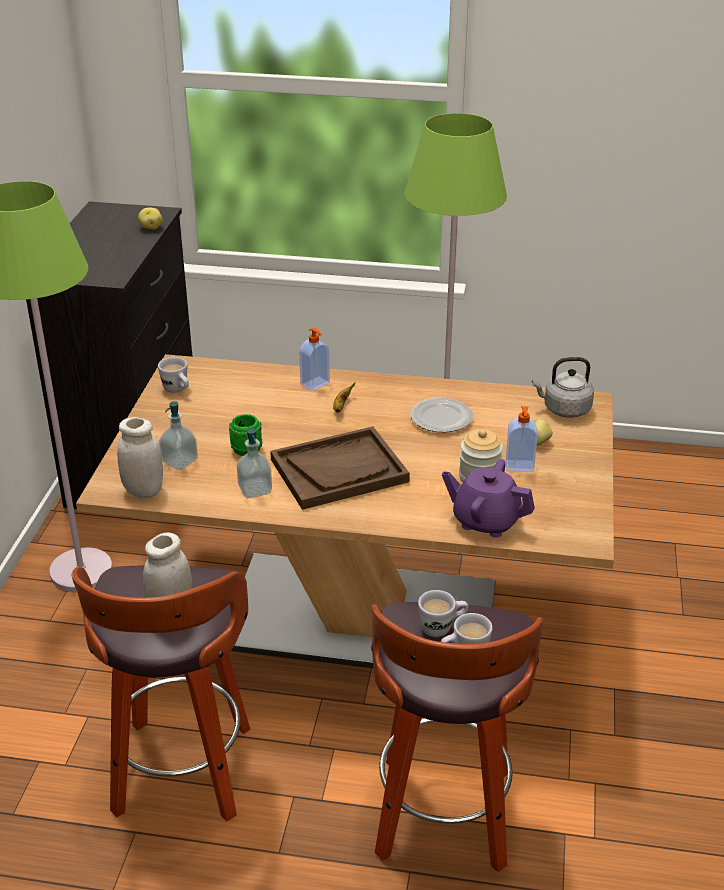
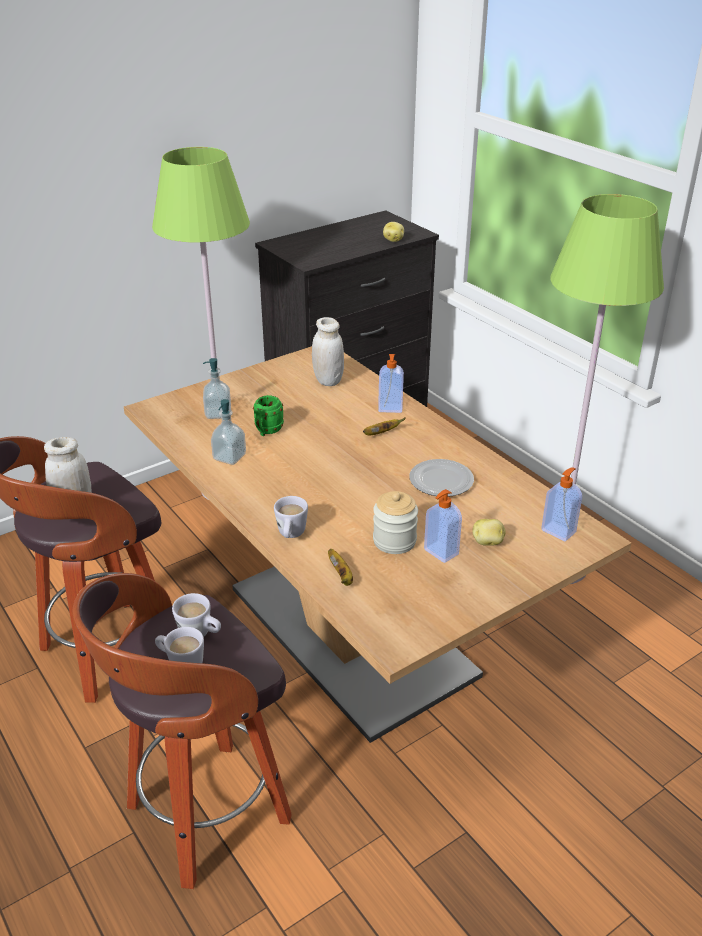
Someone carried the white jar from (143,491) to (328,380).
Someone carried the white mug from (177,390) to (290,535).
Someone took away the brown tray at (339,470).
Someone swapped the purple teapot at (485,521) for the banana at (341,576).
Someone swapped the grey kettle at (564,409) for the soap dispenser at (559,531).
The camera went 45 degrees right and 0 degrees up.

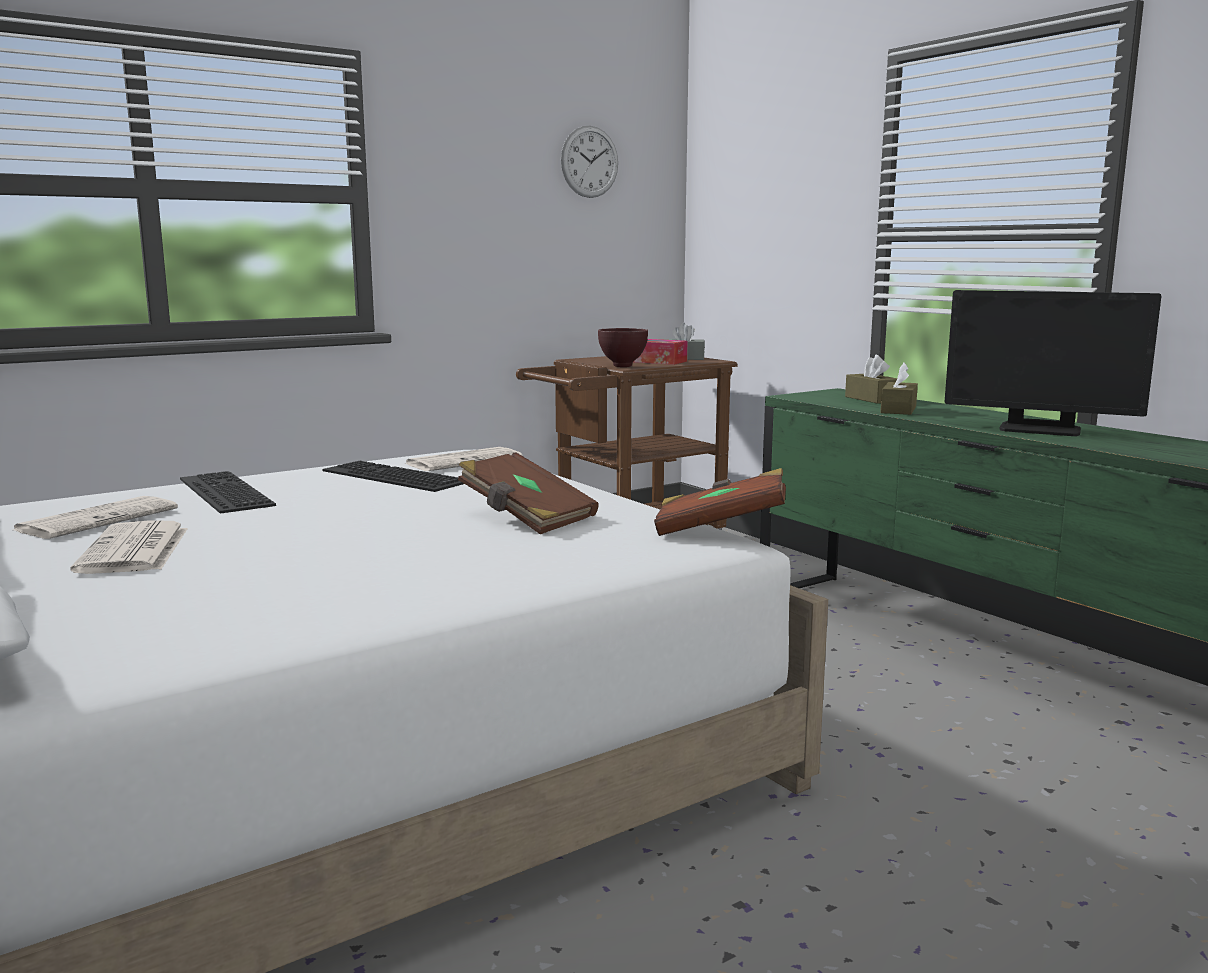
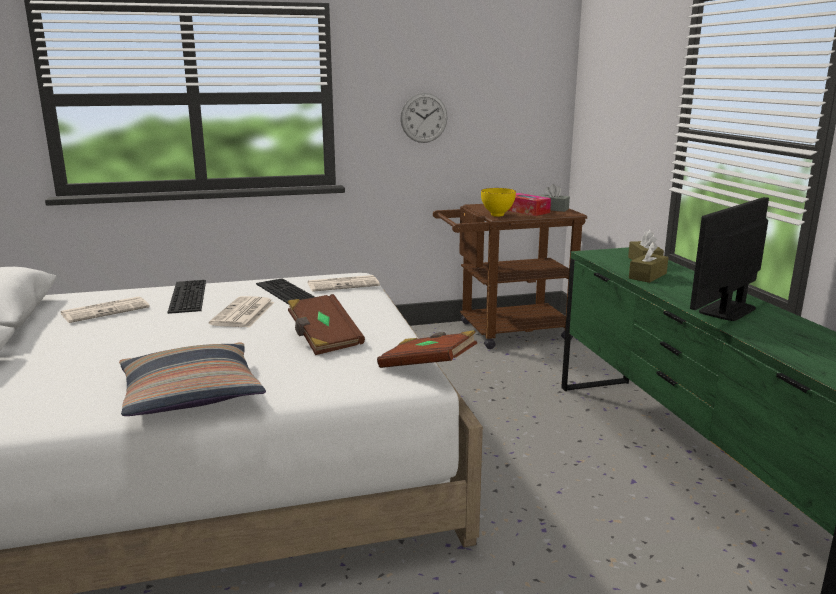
Someone carried the newspaper from (135,550) to (243,313).
Someone carried the wall clock from (589,162) to (424,118).
Someone repainted the brown bowl at (622,366), which became the yellow bowl at (497,215).
Someone rotated the monitor at (1040,430) by 90 degrees clockwise.
Someone put down the pillow at (191,394).
The camera went 20 degrees right and 5 degrees up.

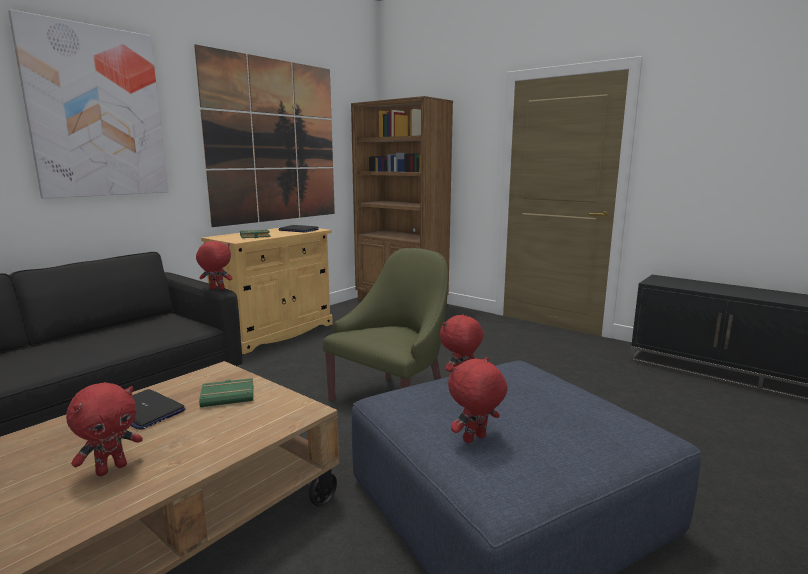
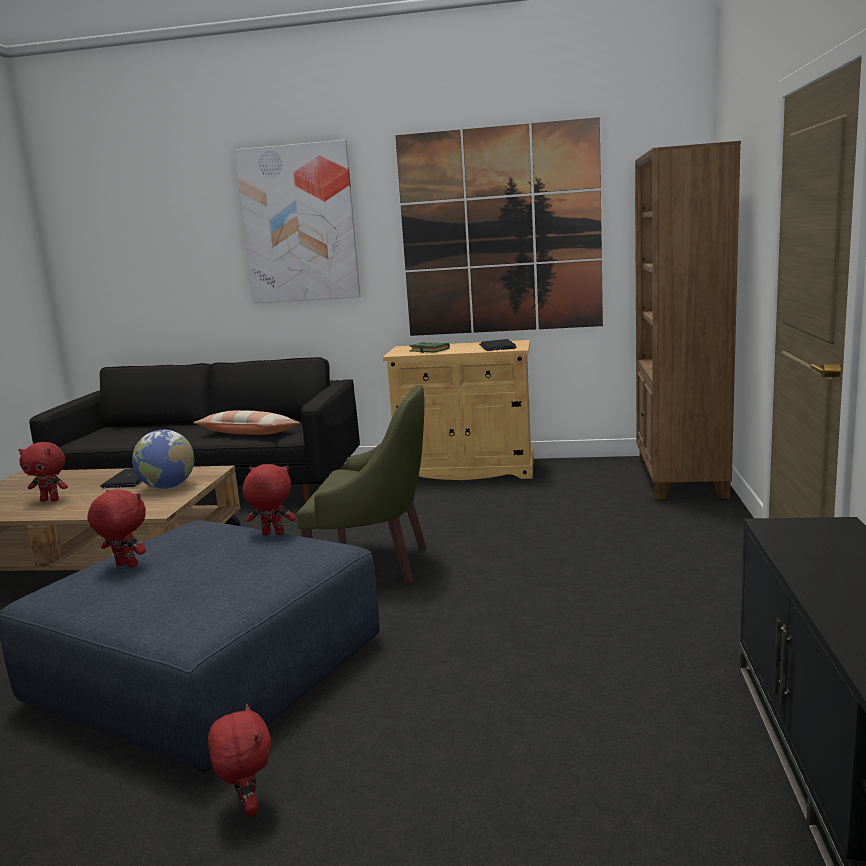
Someone carried the red plush toy from (216,289) to (247,807).
Someone swapped the green book at (229,396) for the globe at (168,487).
Someone put down the pillow at (248,434).
The camera went 60 degrees right and 0 degrees up.

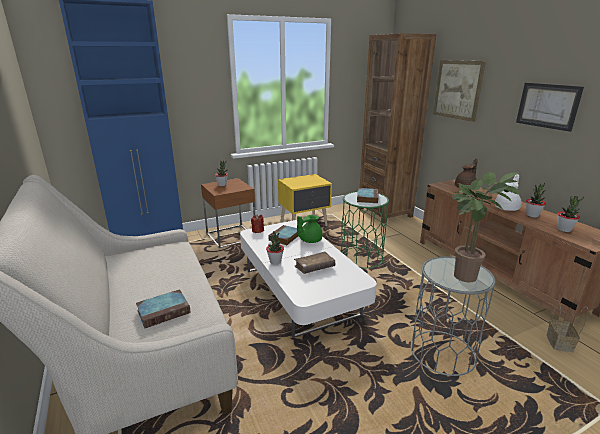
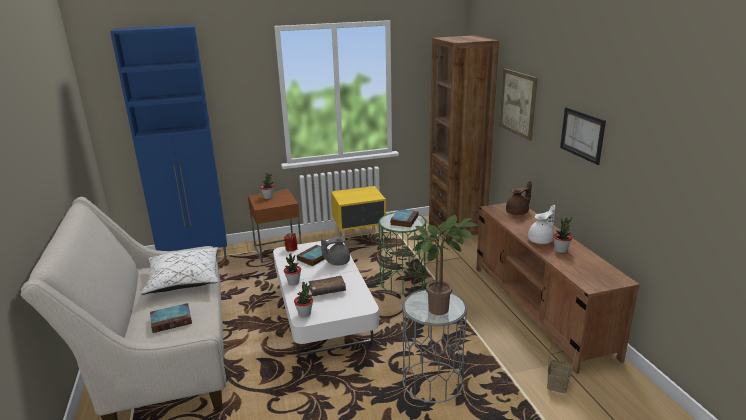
Someone repainted the green teapot at (309,240), which became the grey teapot at (337,262).
Someone carried the potted plant from (564,229) to (304,314).
Someone put down the white pillow at (184,280).
The camera went 10 degrees right and 0 degrees up.

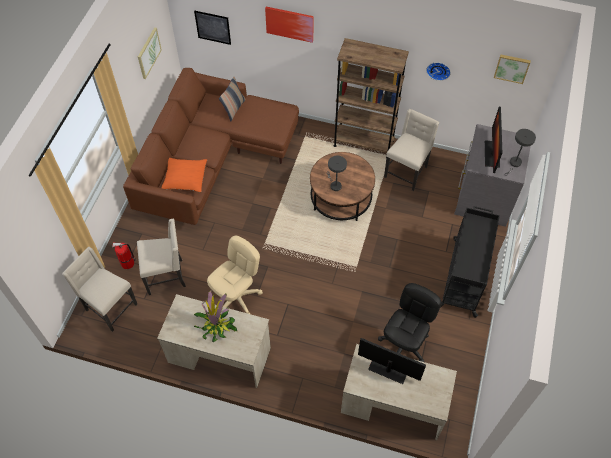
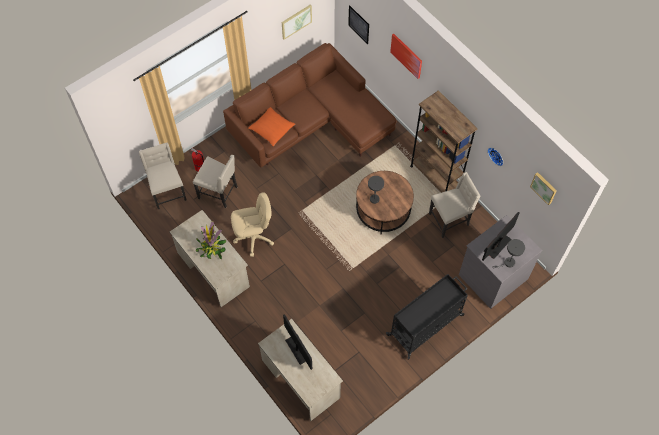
Someone took away the pillow at (234,109).
Someone took away the black office chair at (404,344).
The camera went 35 degrees right and 5 degrees up.

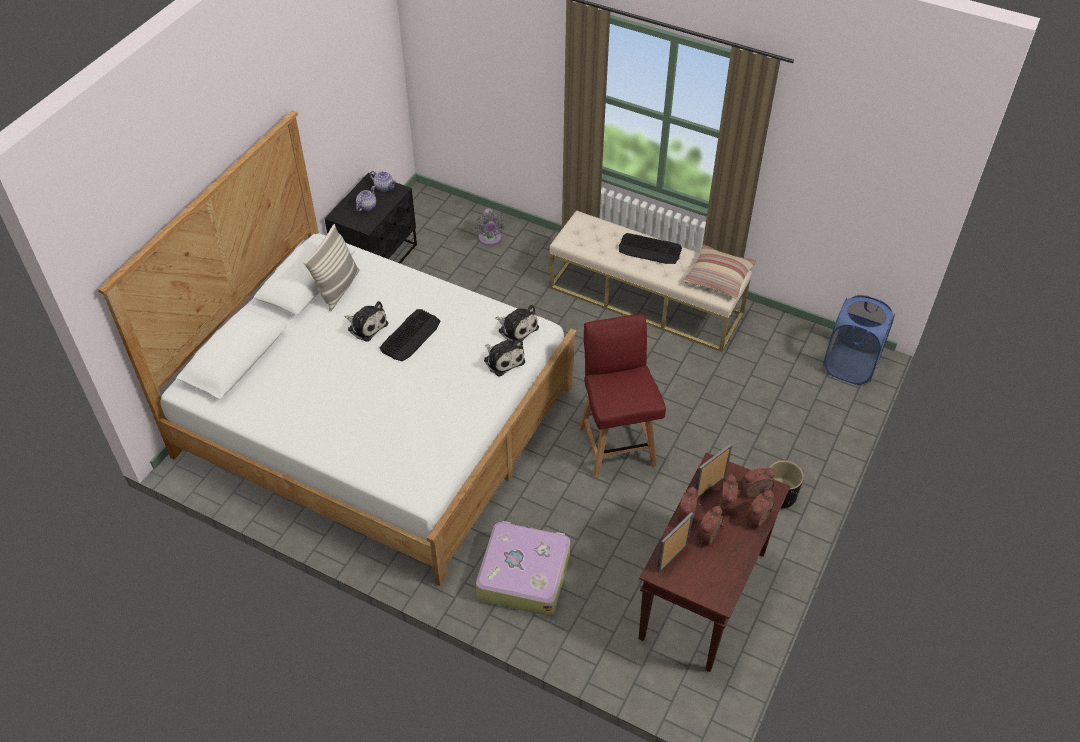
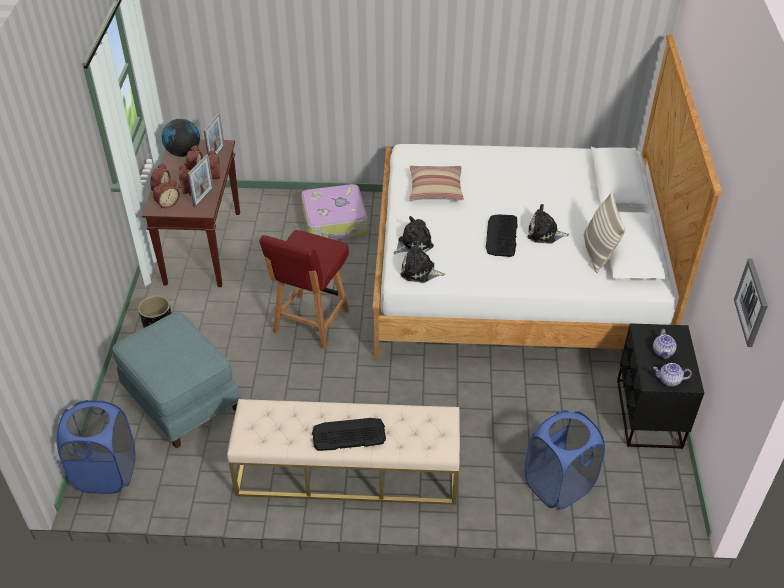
Someone swapped the grey fan at (490,239) for the blue laundry basket at (558,485).
Someone rotated the plush toy at (503,360) by 120 degrees clockwise.
Someone rotated the red chair at (616,444) by 60 degrees clockwise.
Someone carried the pillow from (718,277) to (435,189).
Someone put down the blue ottoman at (180,400).
Someone put down the globe at (183,153).
Someone put up the picture at (752,302).
The camera went 155 degrees right and 5 degrees down.

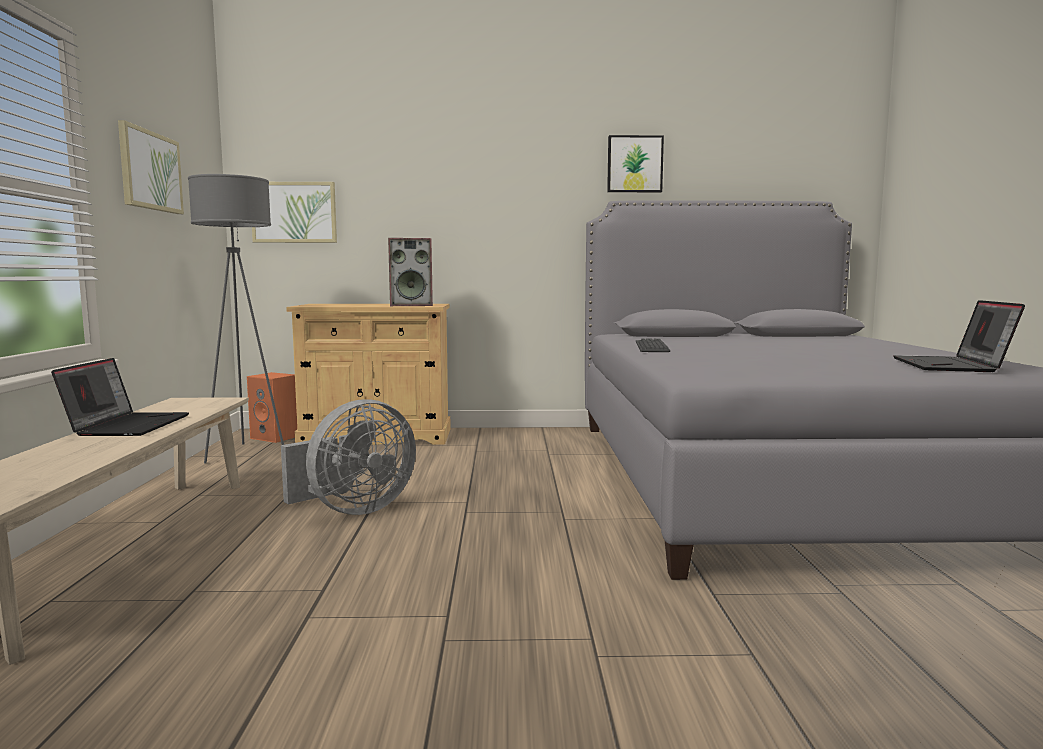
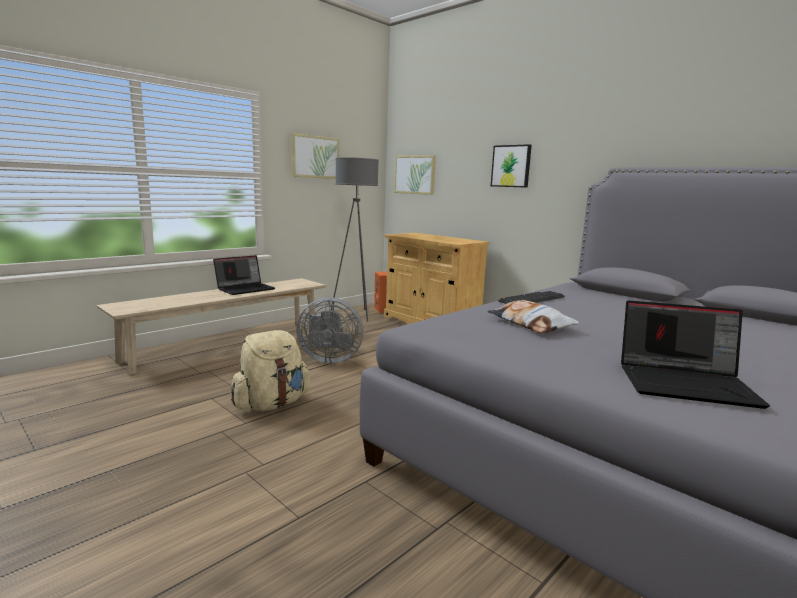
Someone took away the speaker at (411,305).
Someone carried the picture from (634,164) to (511,166).
Someone rotated the laptop at (952,366) by 135 degrees counterclockwise.
Someone put down the beige backpack at (271,404).
Someone put down the pillow at (530,324).
The camera went 45 degrees right and 5 degrees up.

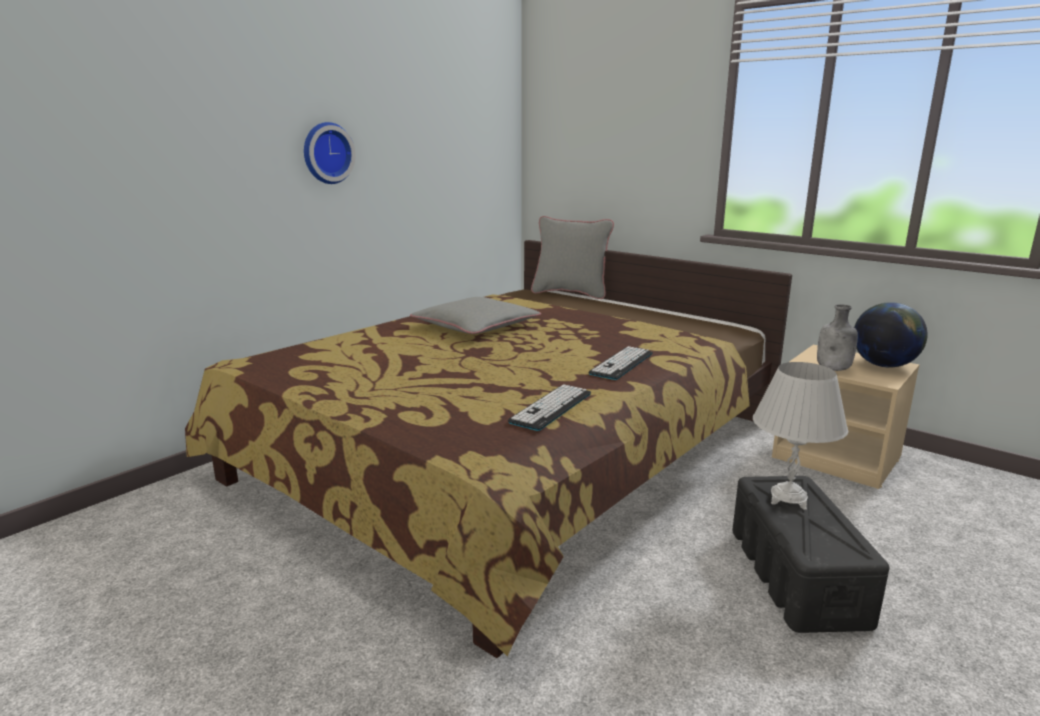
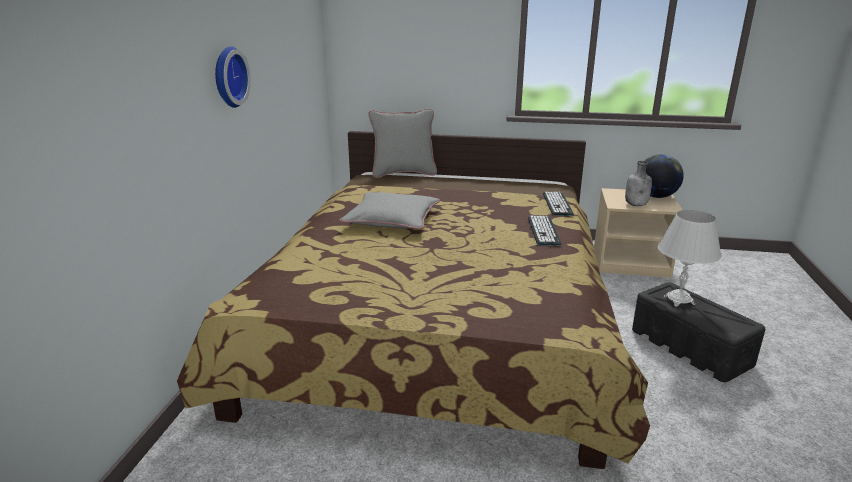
Someone carried the keyboard from (551,408) to (557,204).
The camera went 30 degrees left and 5 degrees up.

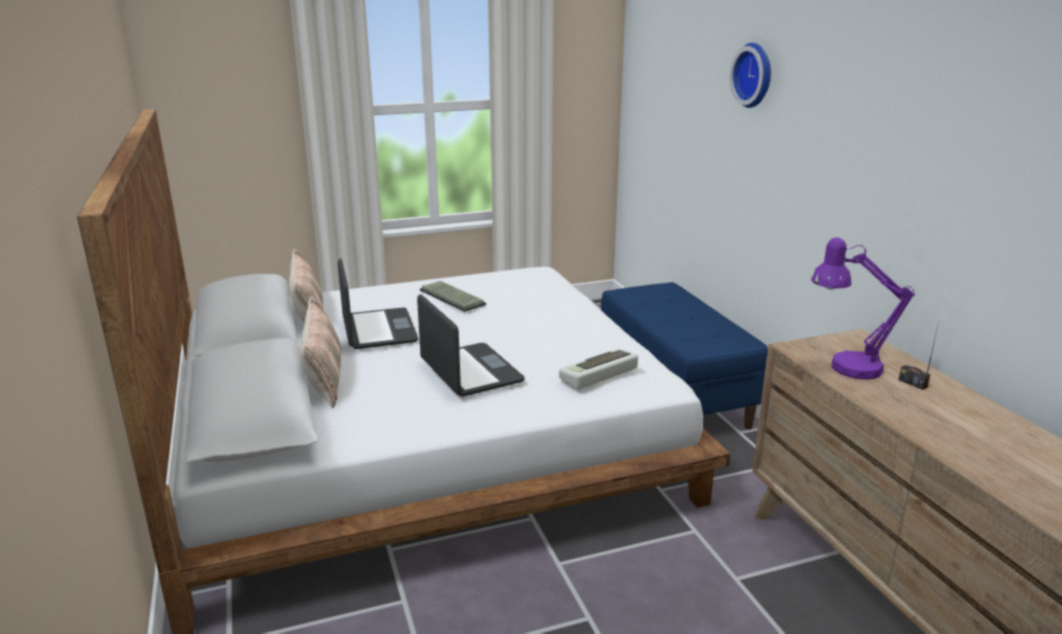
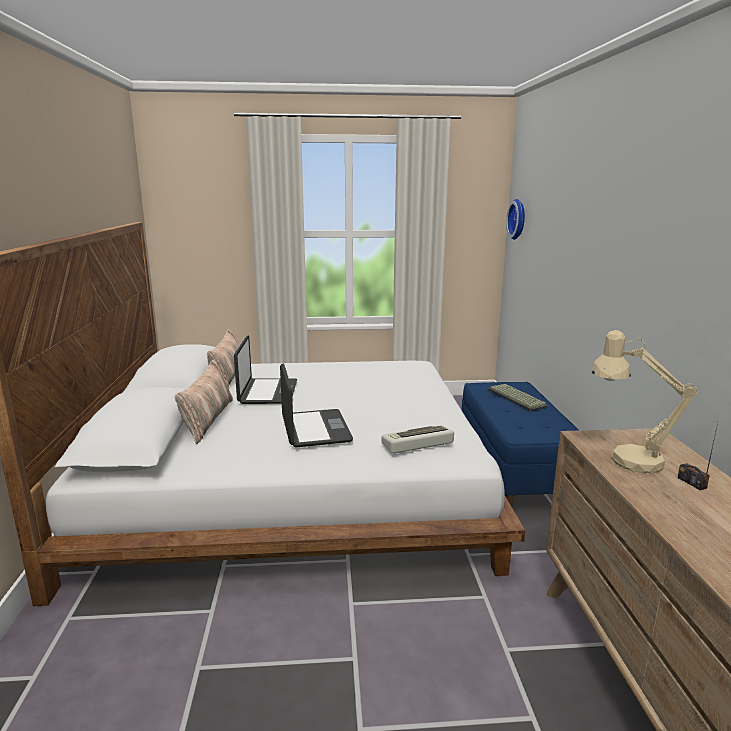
Someone carried the keyboard from (450,297) to (515,398).
Someone carried the wall clock from (755,75) to (519,219).
Someone repainted the purple table lamp at (844,367), which became the beige table lamp at (625,459).
The camera went 15 degrees right and 5 degrees down.

